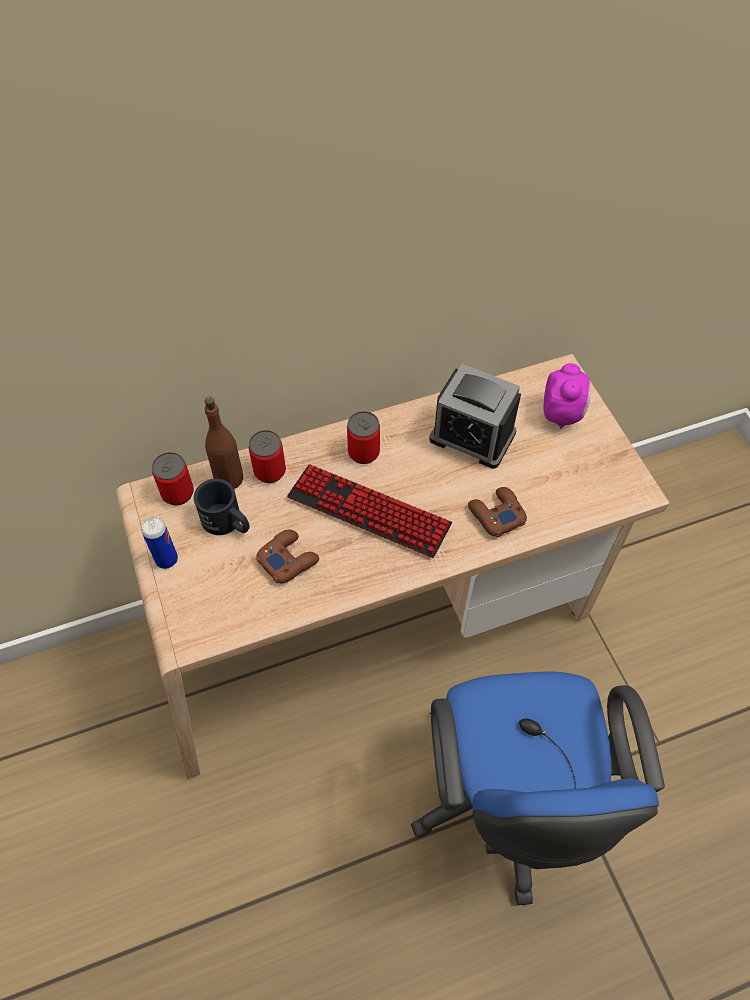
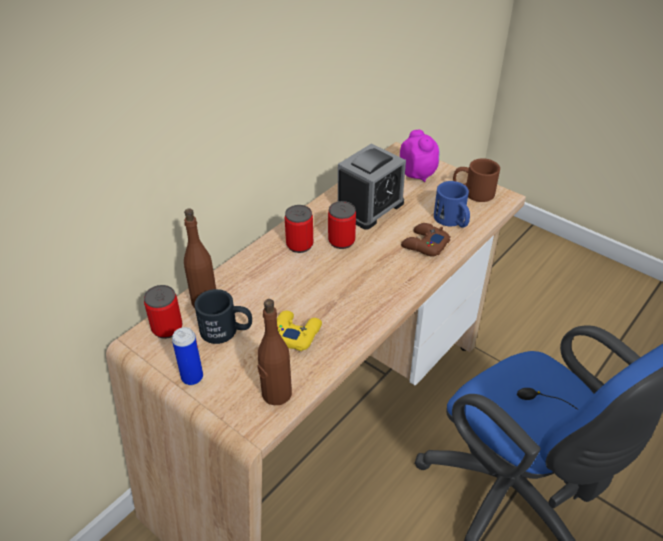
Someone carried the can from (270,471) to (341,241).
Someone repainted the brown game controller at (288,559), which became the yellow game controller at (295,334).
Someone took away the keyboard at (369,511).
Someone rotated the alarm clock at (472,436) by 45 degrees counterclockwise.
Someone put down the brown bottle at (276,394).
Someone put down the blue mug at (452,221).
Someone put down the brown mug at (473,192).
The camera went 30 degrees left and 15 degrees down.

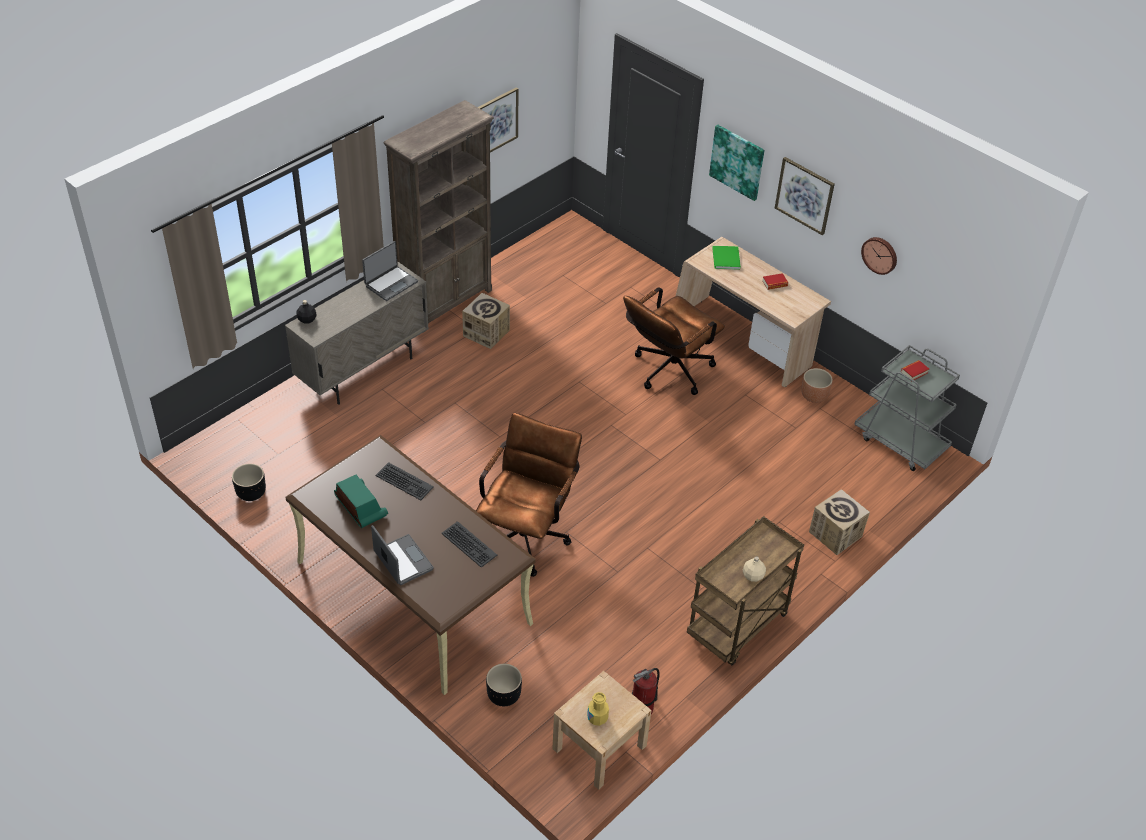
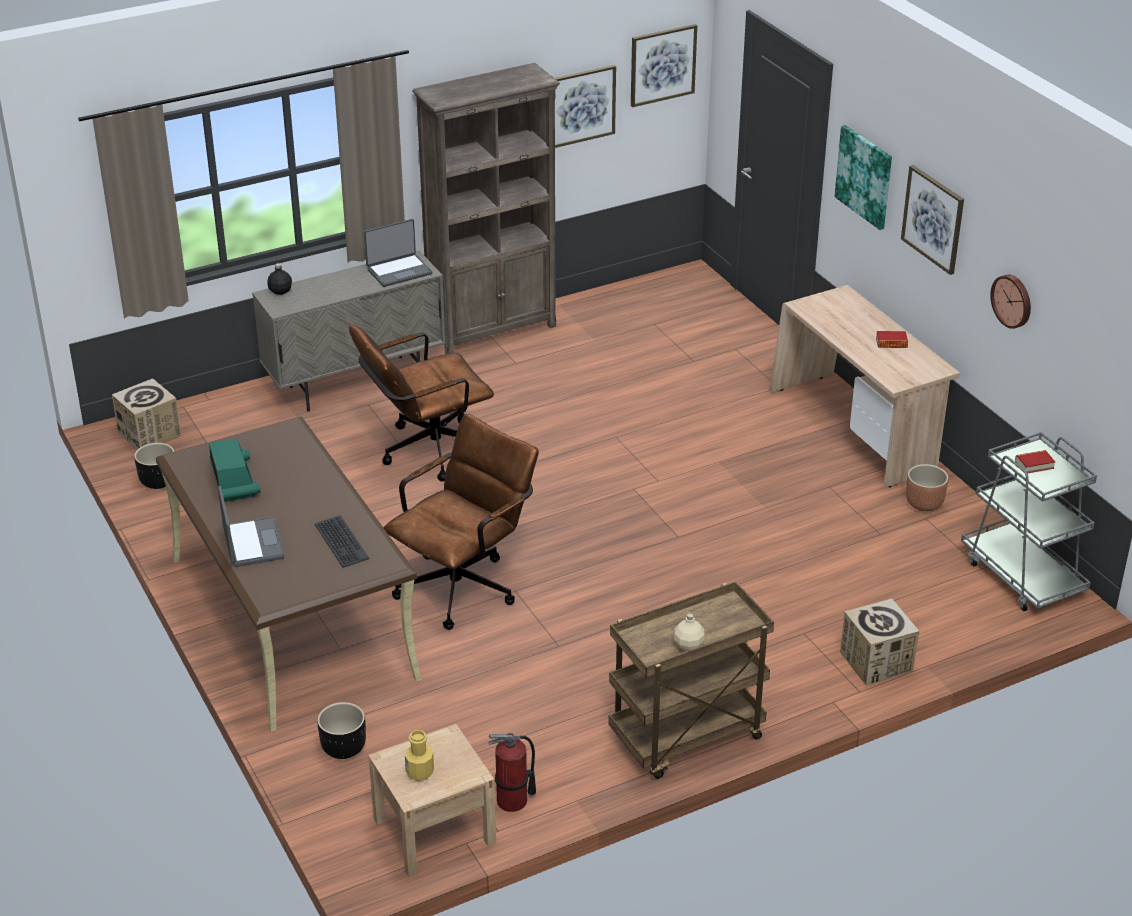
Someone took away the keyboard at (404,482).
Someone carried the cardboard box from (486,333) to (149,434).
Someone carried the brown office chair from (667,372) to (425,452).
Someone took away the green book at (725,259).
Someone put up the picture at (662,65).
The camera went 20 degrees right and 10 degrees down.

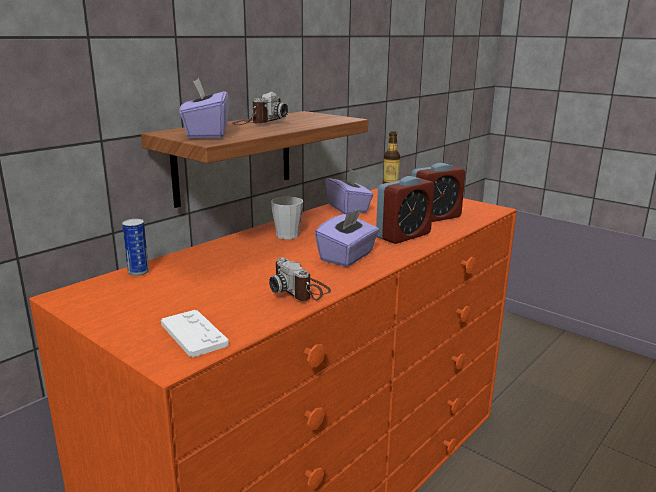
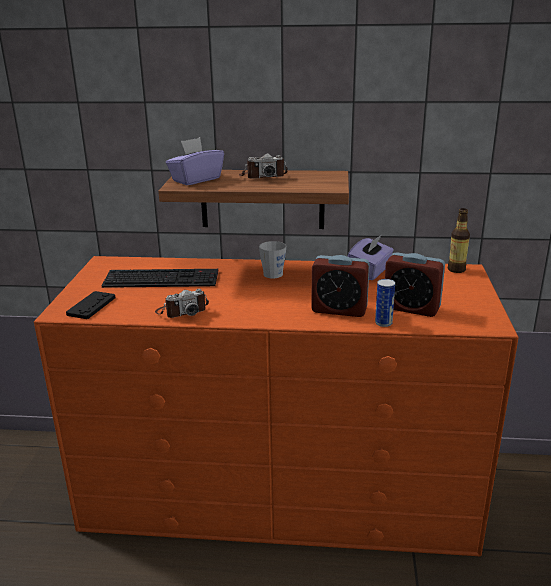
Someone carried the can from (138,272) to (383,323).
Someone repainted the white game controller at (193,334), which became the black game controller at (91,306).
Someone rotated the photo camera at (301,290) by 135 degrees counterclockwise.
Someone took away the purple tissue box at (347,257).
Someone put down the keyboard at (163,278).
The camera went 55 degrees right and 5 degrees up.

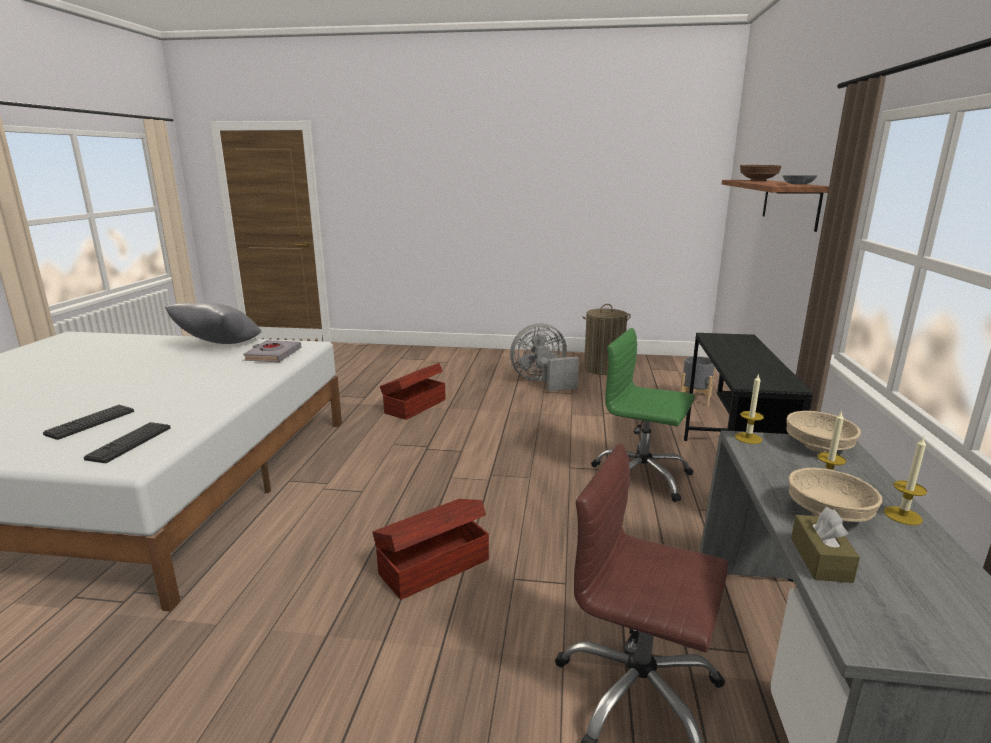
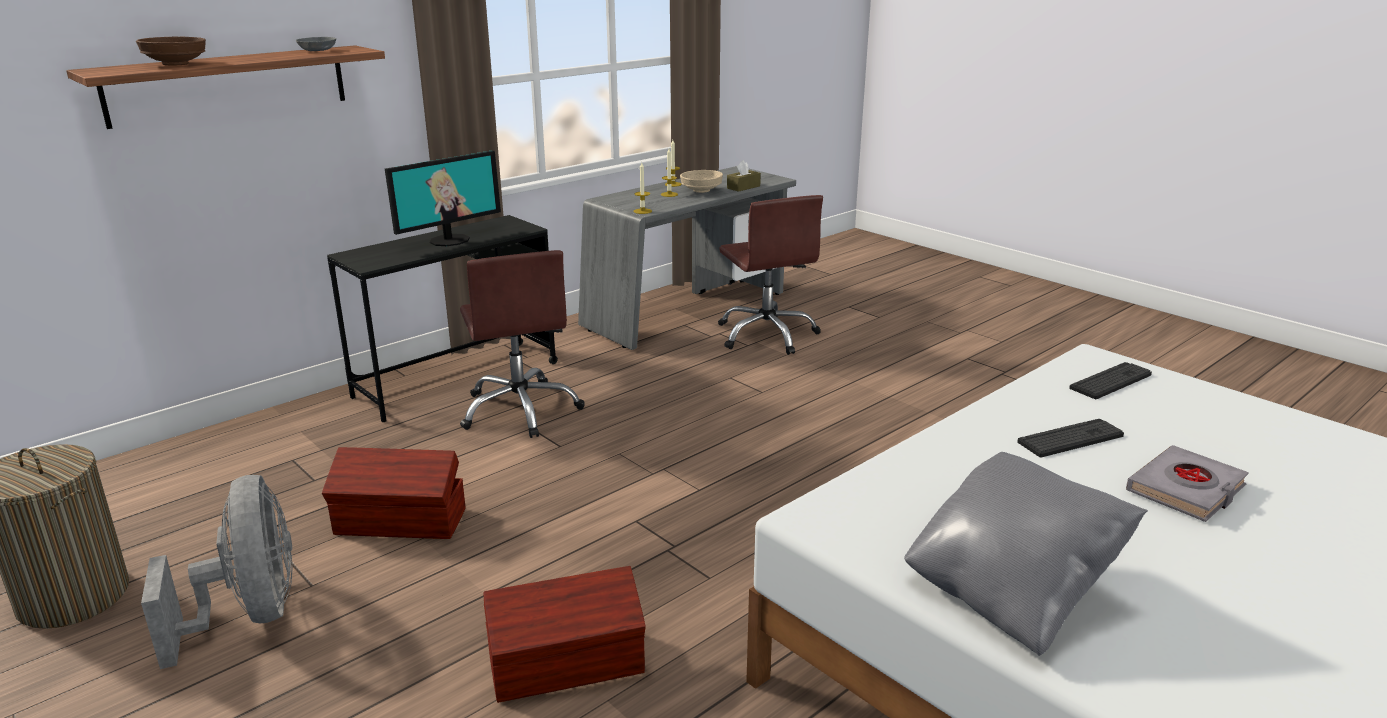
Someone carried the keyboard from (90,422) to (1070,439).
Someone carried the grey book from (273,355) to (1186,490).
Someone carried the brown storage box from (432,566) to (401,523).
Someone rotated the grey fan at (542,382) by 135 degrees counterclockwise.
Someone repainted the green office chair at (641,477), which became the brown office chair at (521,410).
Someone took away the grey planter at (695,398).
Someone took away the beige bowl at (817,447).
Someone put down the monitor at (449,240).
The camera went 140 degrees left and 5 degrees up.

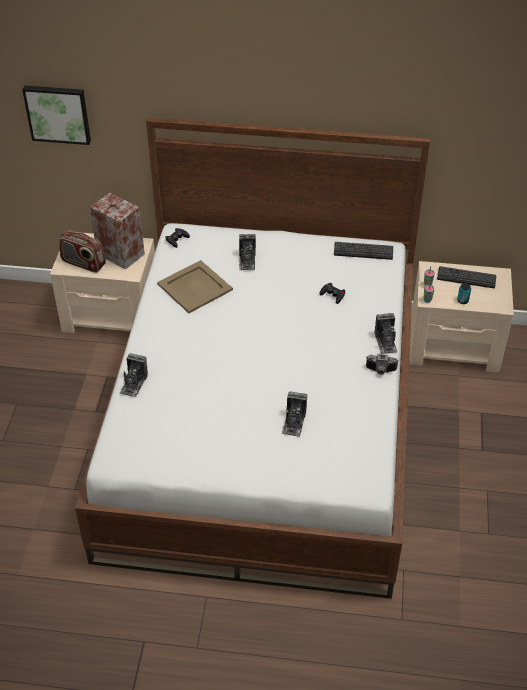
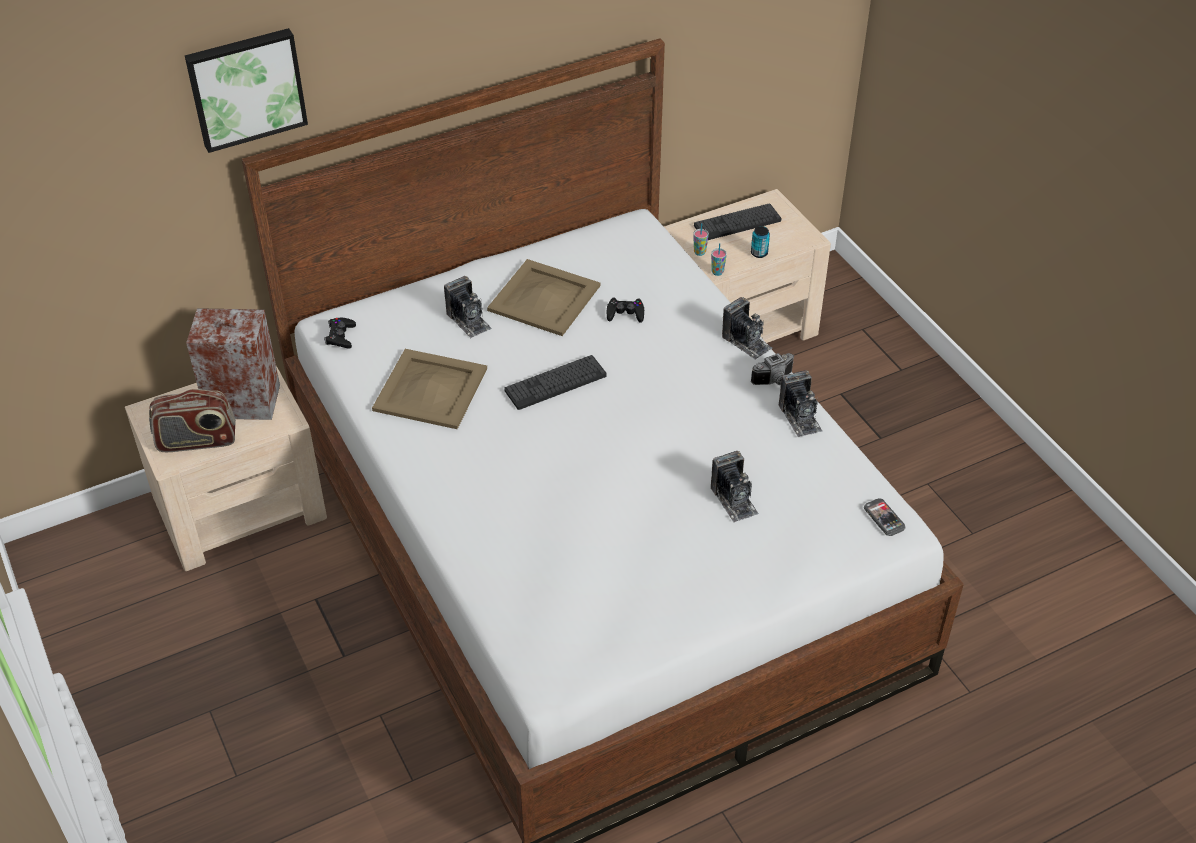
Someone carried the picture from (58,113) to (246,87).
Someone carried the photo camera from (134,383) to (800,417).
Someone carried the keyboard from (363,251) to (555,383).
Someone put down the beige tray at (545,298).
Someone put down the phone at (884,518).
The camera went 35 degrees left and 0 degrees up.

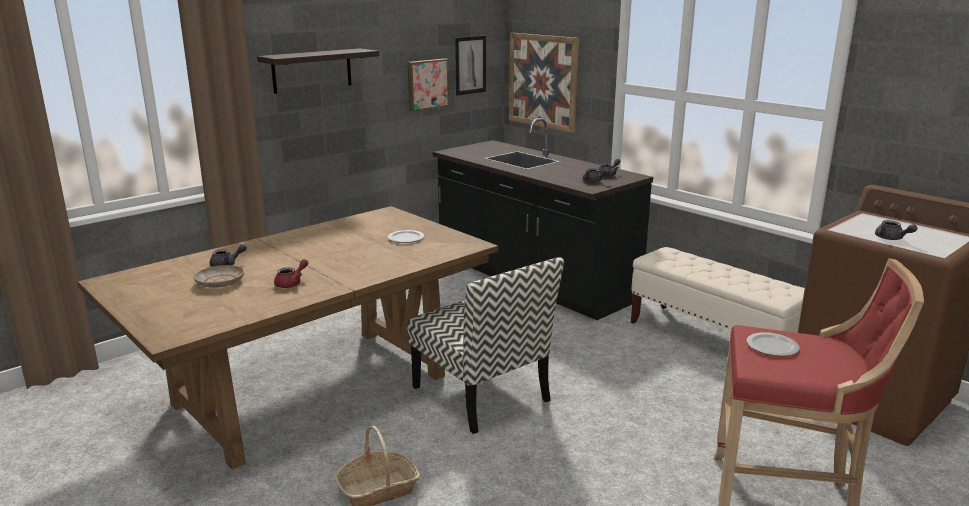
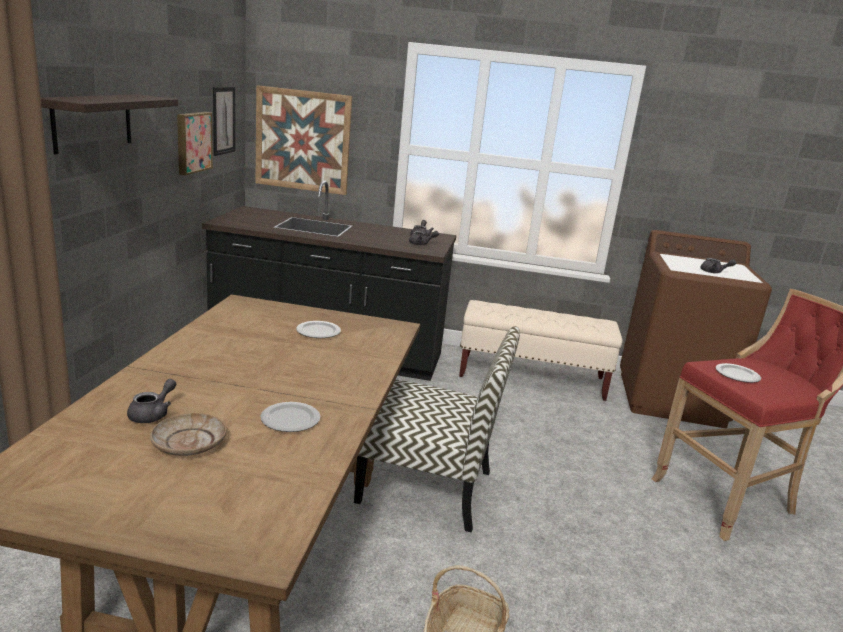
Someone swapped the red teapot at (292,283) for the plate at (289,419).
The camera went 40 degrees left and 0 degrees up.

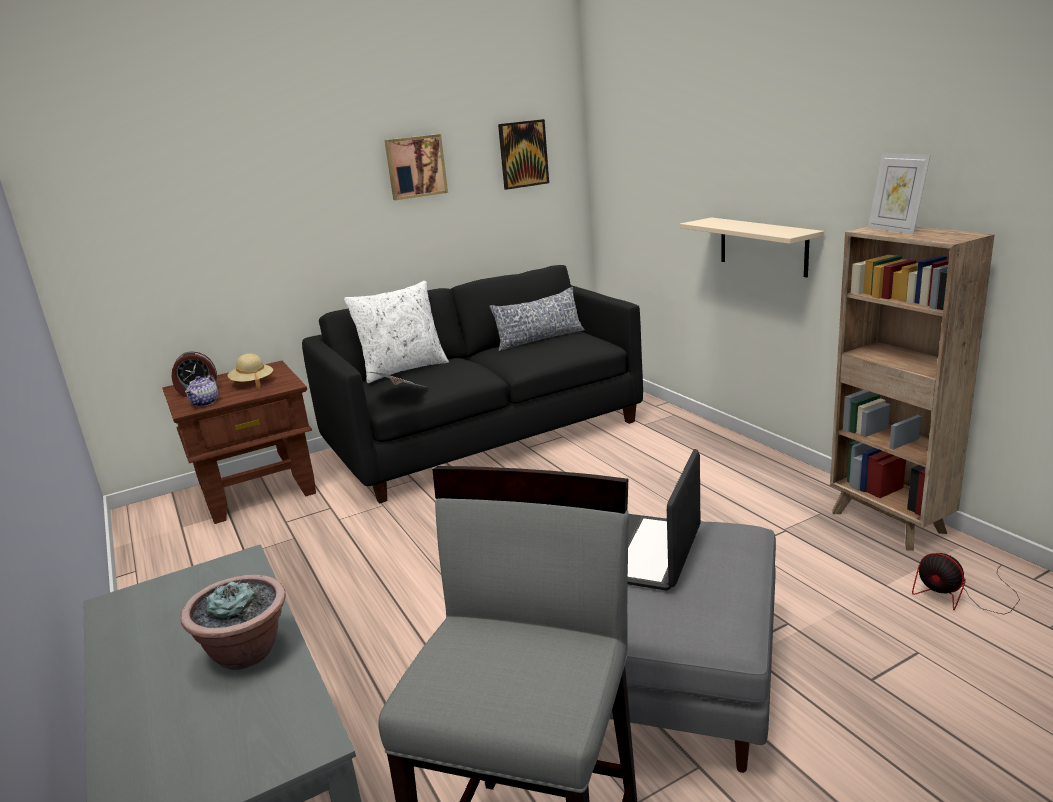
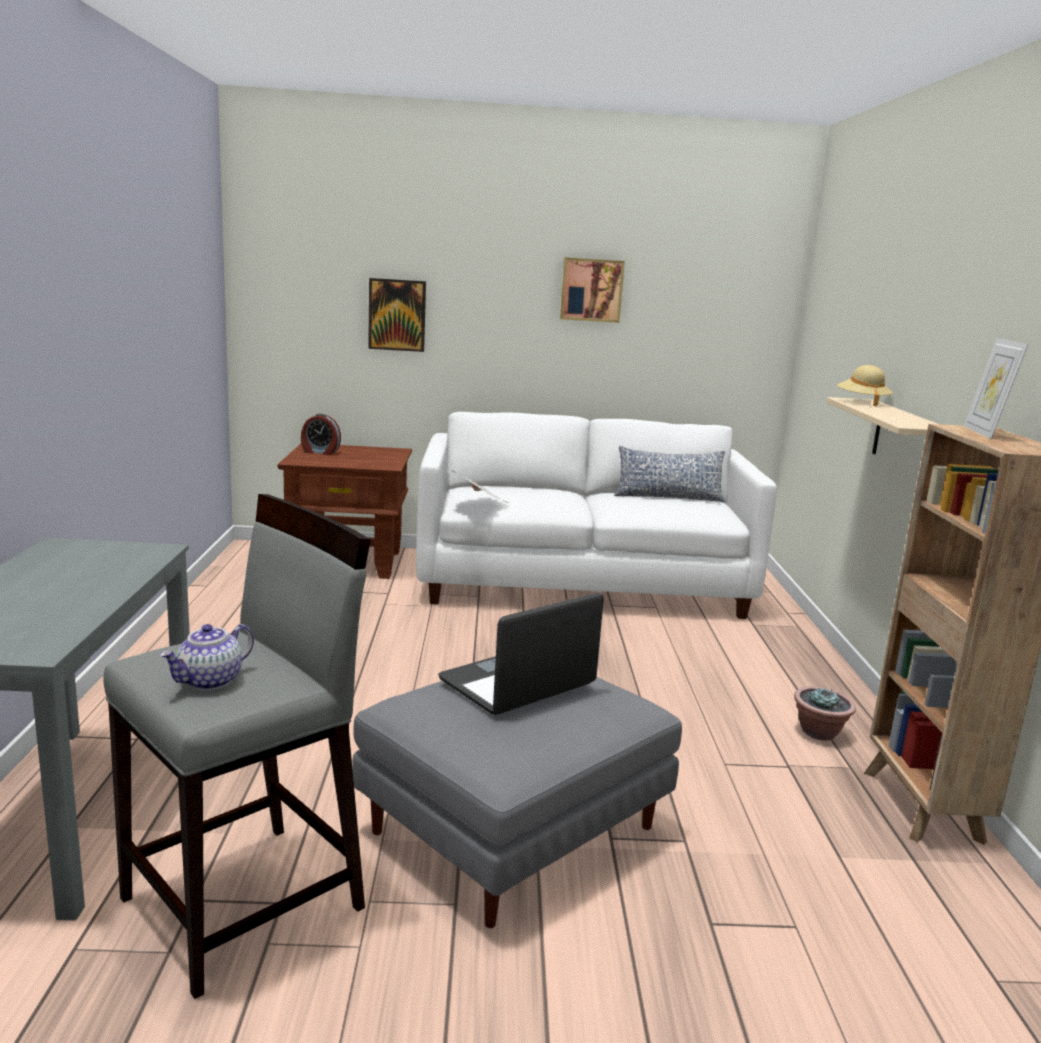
Someone carried the potted plant from (247,652) to (819,732).
Someone carried the teapot from (205,403) to (210,681).
Someone carried the beige hat from (252,383) to (862,402).
Someone repainted the black sofa at (485,436), which became the white sofa at (582,583).
Someone took away the white pillow at (403,369).
Someone carried the picture from (523,154) to (397,315).
Someone took away the fan at (960,596).
The camera went 25 degrees right and 5 degrees down.

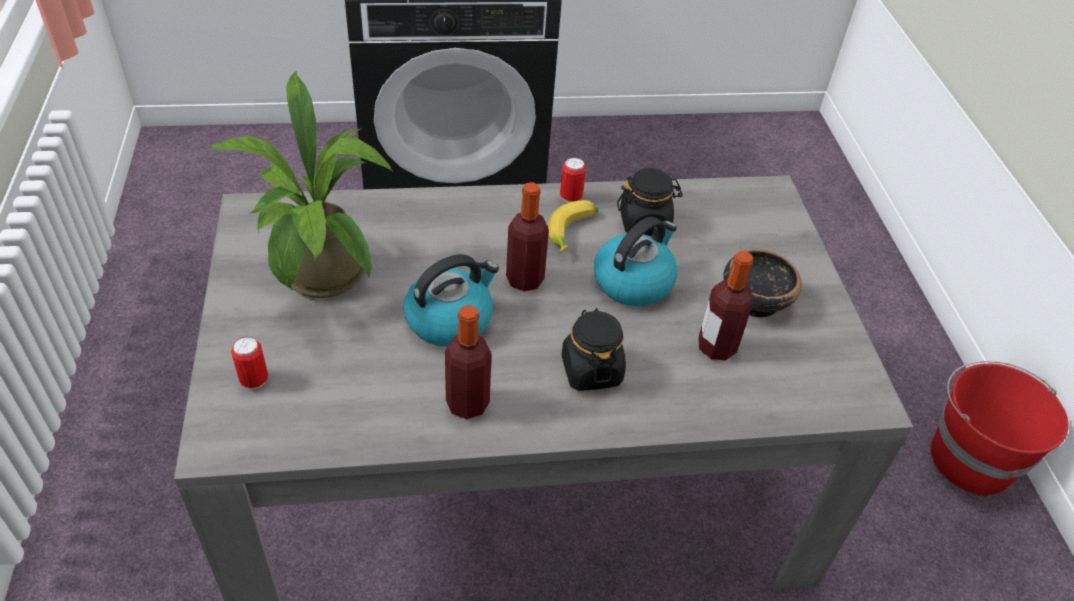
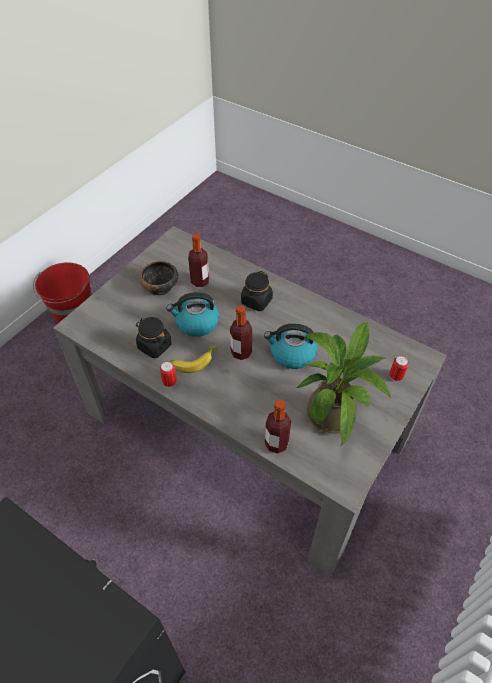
Someone carried the bottle from (467,403) to (276,444).
The camera went 135 degrees left and 5 degrees up.

